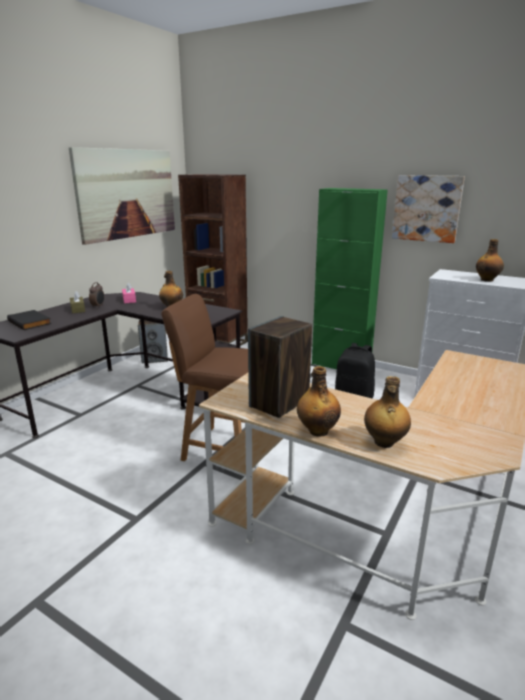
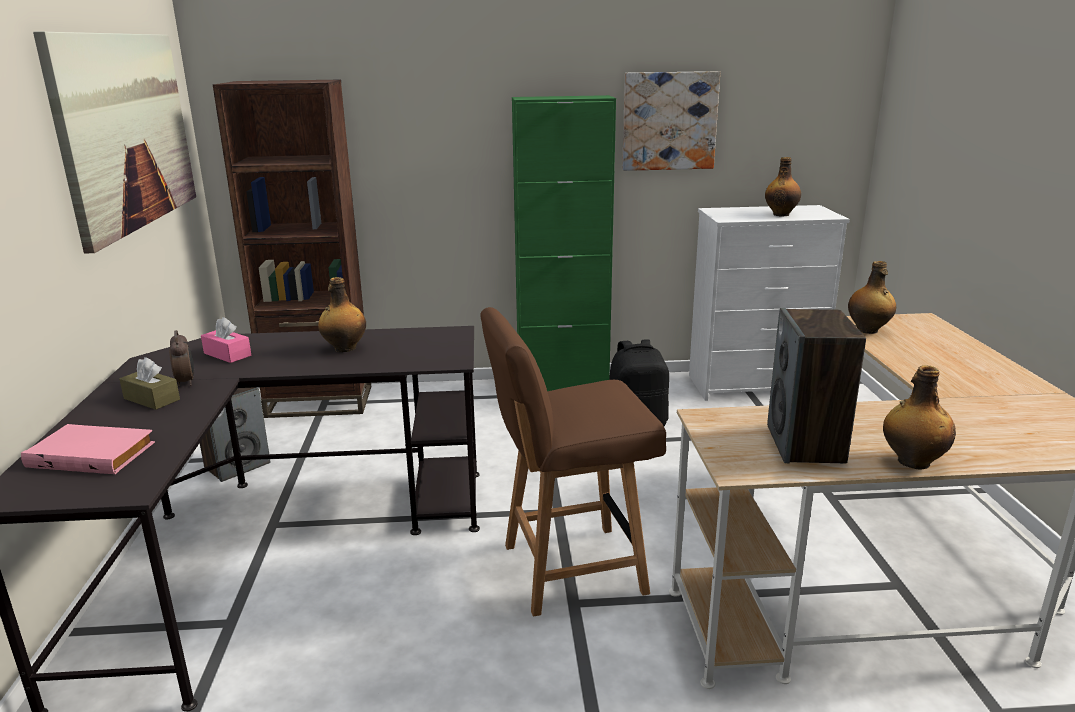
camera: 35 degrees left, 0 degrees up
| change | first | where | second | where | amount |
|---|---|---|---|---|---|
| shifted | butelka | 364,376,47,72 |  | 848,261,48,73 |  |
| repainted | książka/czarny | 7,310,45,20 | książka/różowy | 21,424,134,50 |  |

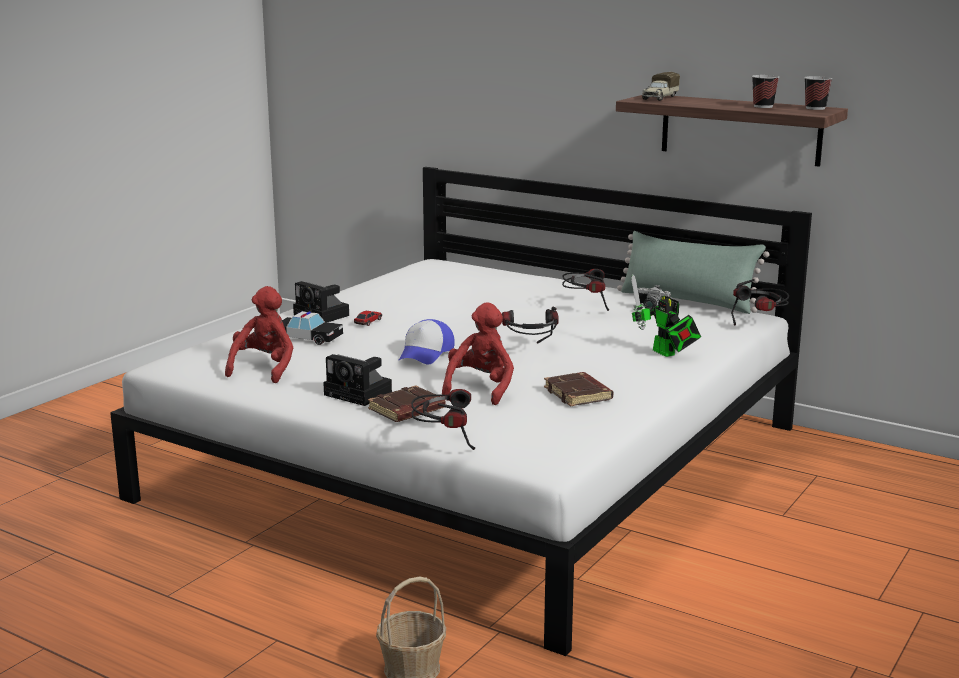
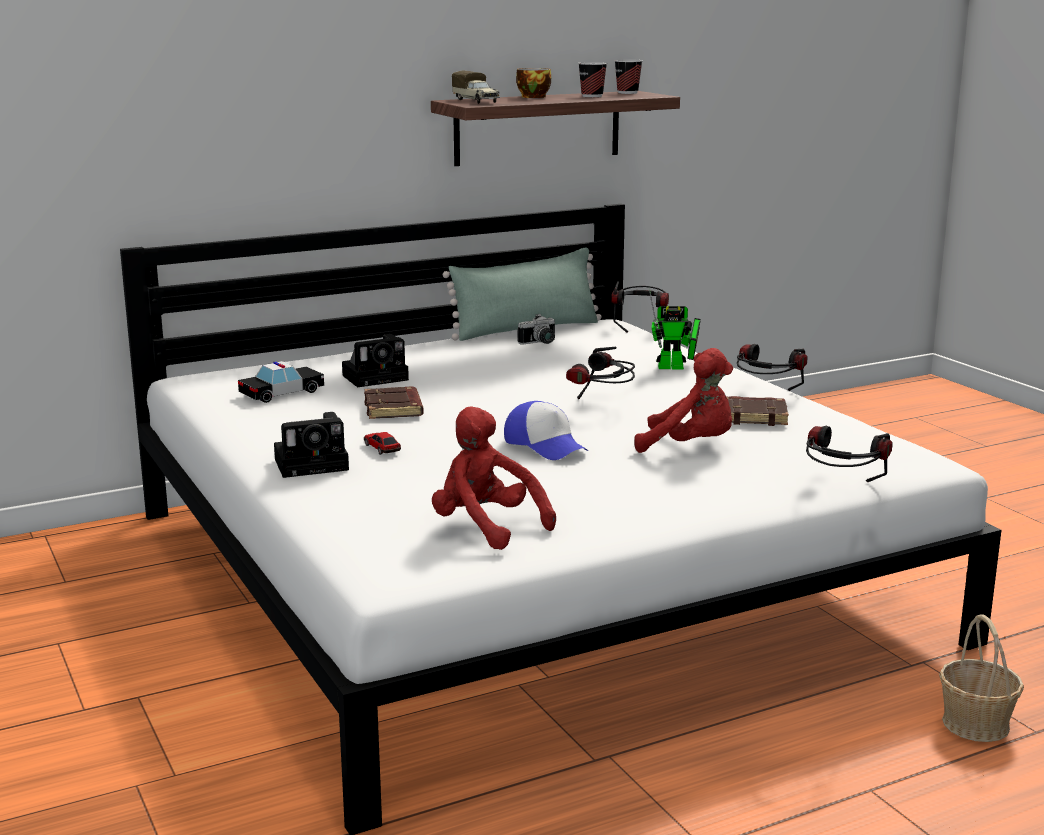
camera: 60 degrees left, 0 degrees up
| change | first | where | second | where | amount |
|---|---|---|---|---|---|
| new |  |  | filiżanka | 516,68,35,30 |  |
| shifted | samochodzik | 282,311,61,34 |  | 238,361,86,42 |  |
| shifted | aparat fotograficzny | 323,354,69,52 |  | 342,334,67,54 |  |
| shifted | książka/brązowy | 368,385,77,37 |  | 364,386,60,33 |  |
| shifted | słuchawki | 562,269,47,42 |  | 737,344,70,47 |  |
| rotated | pluszak/czerwony | 442,302,72,103 |  | 634,348,99,105 | 150 degrees clockwise |

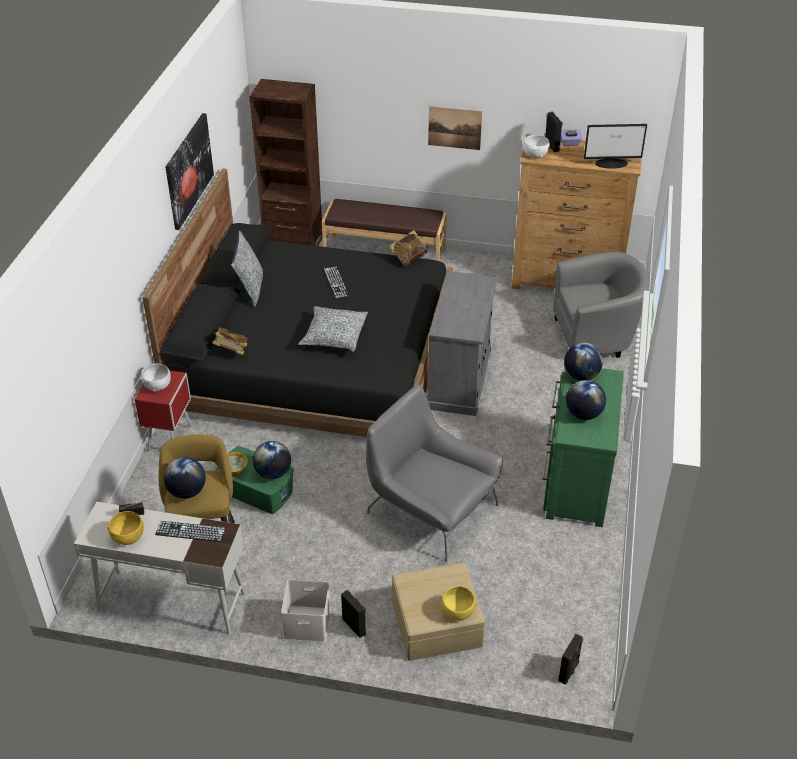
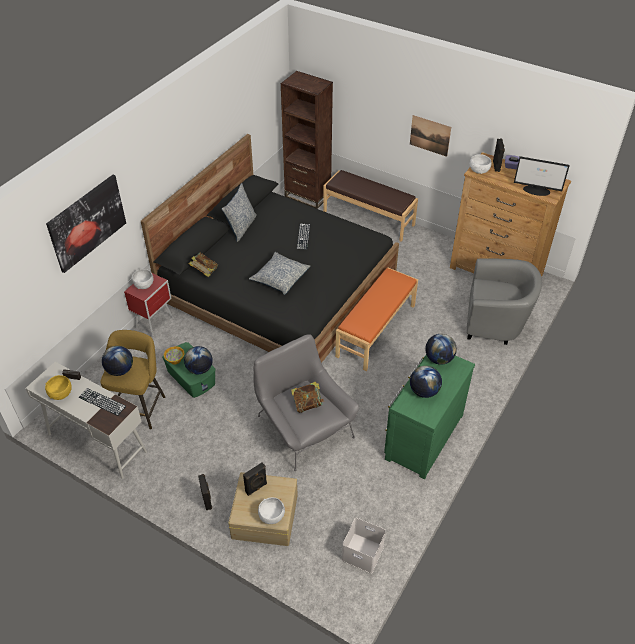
camera: 20 degrees right, 5 degrees up
| change | first | where | second | where | amount |
|---|---|---|---|---|---|
| shifted | obraz | 165,113,49,117 |  | 46,175,80,98 |  |
| shifted | pojemnik do przechowywania/biały | 281,579,50,63 |  | 342,518,44,55 |  |
| shifted | książka | 390,230,38,37 |  | 291,382,33,31 |  |
| shifted | głośnik/czarny | 558,634,25,51 |  | 243,463,24,33 |  |
| swapped | szafka/szary | 428,271,70,145 | ławka/pomarańczowy | 335,267,83,104 |  |
| repainted | miska/żółty | 441,586,35,35 | miska/biały | 258,497,27,27 |  |

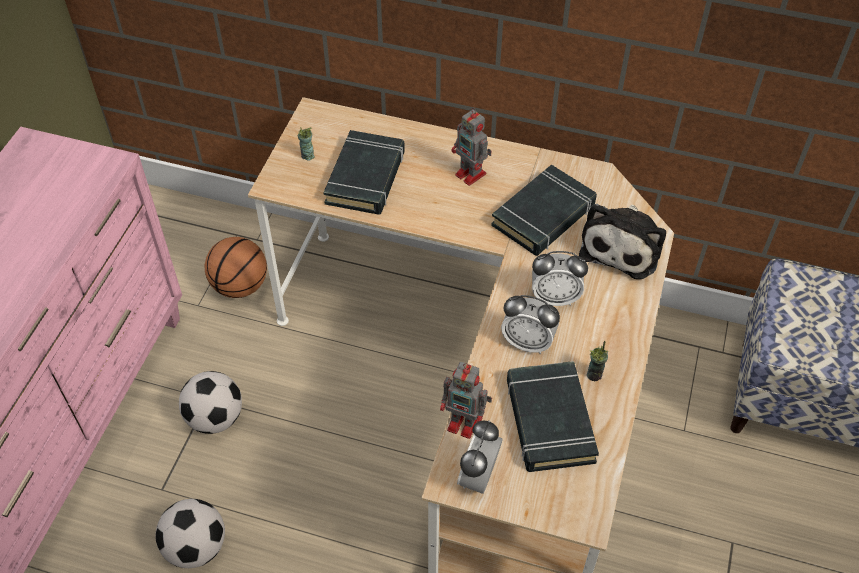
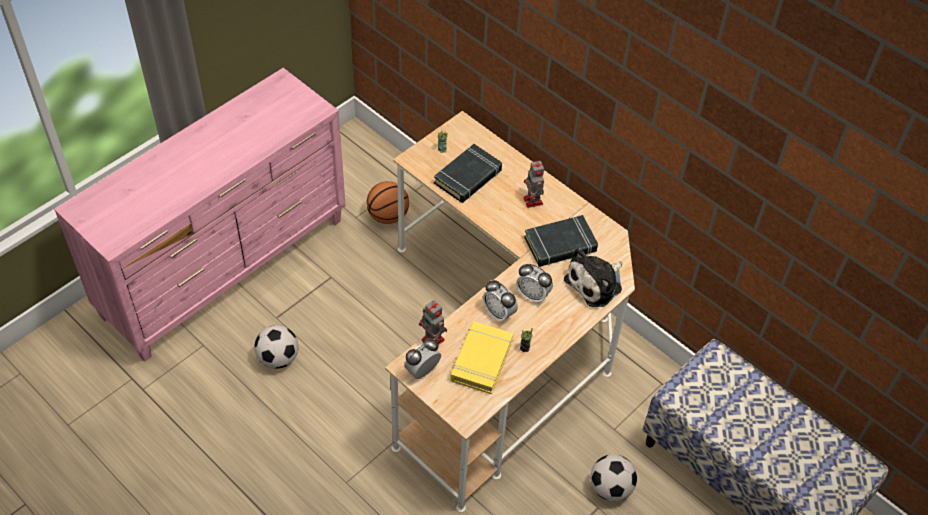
camera: 25 degrees right, 0 degrees up
| change | first | where | second | where | amount |
|---|---|---|---|---|---|
| shifted | piłka futbolowa | 179,371,63,63 |  | 590,454,47,47 |  |
| repainted | książka/czarny | 507,361,92,111 | książka/żółty | 450,322,64,72 |  |

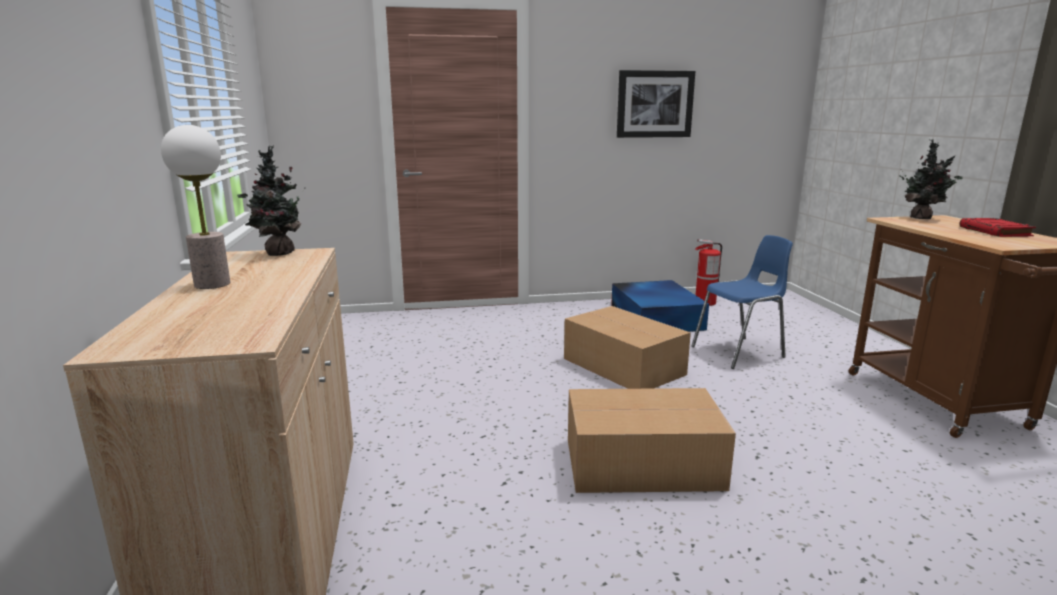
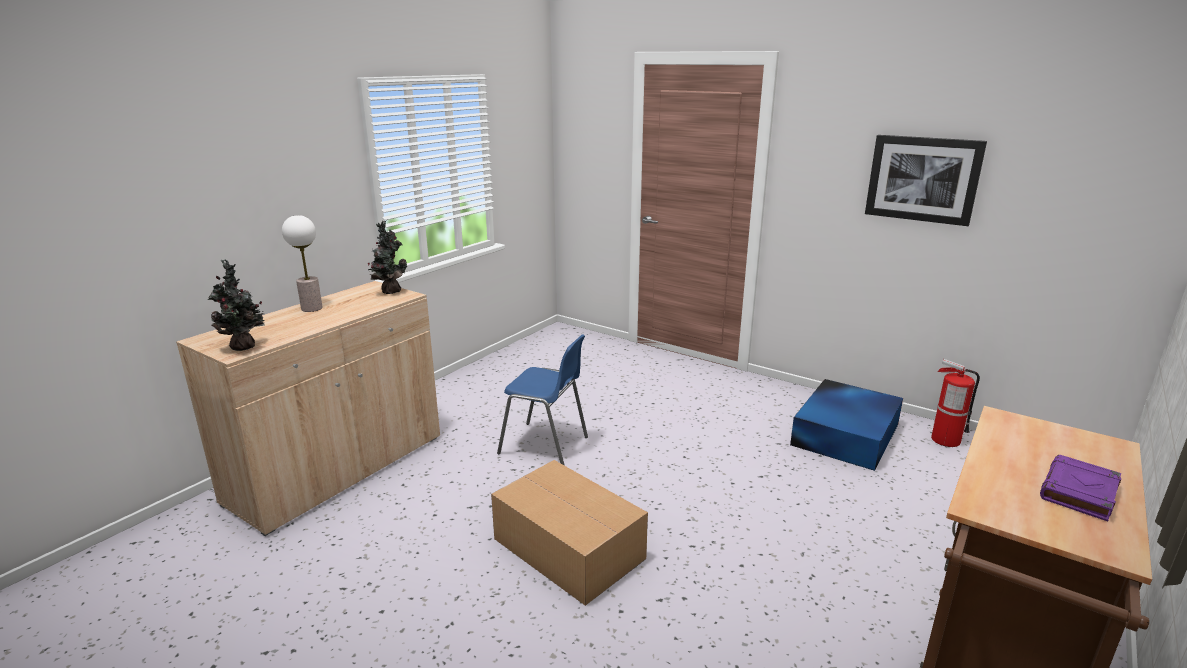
camera: 45 degrees right, 5 degrees up
| change | first | where | second | where | amount |
|---|---|---|---|---|---|
| gone | karton | 564,306,127,83 |  |  |  |
| shifted | krzesło/niebieski | 692,235,101,134 |  | 497,334,91,132 |  |
| shifted | roślina doniczkowa | 899,139,64,80 |  | 208,259,56,92 |  |
| repainted | książka/czerwony | 959,218,77,19 | książka/fioletowy | 1040,454,81,67 |  |

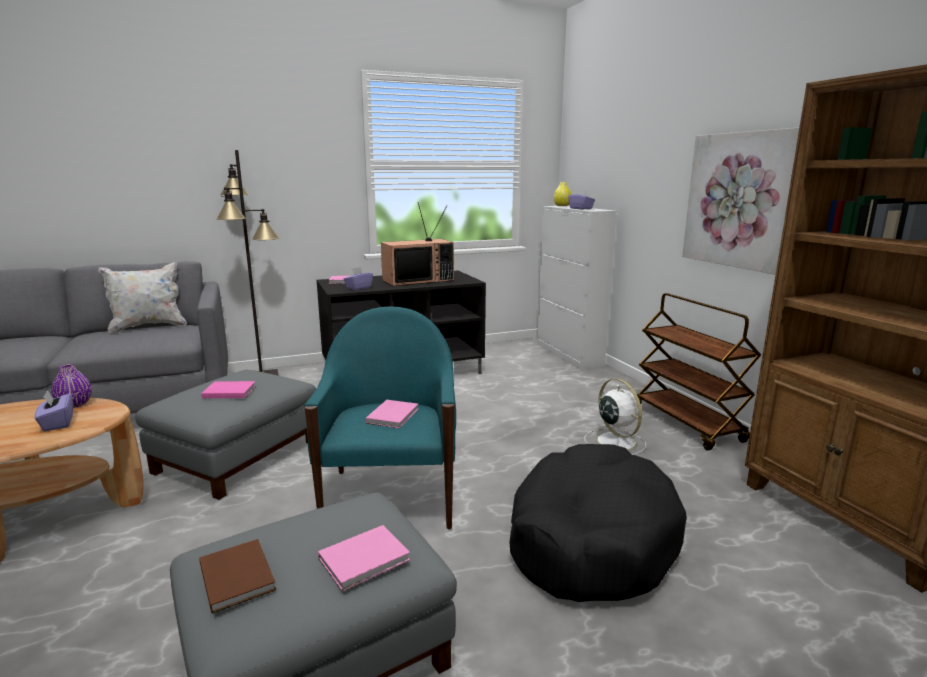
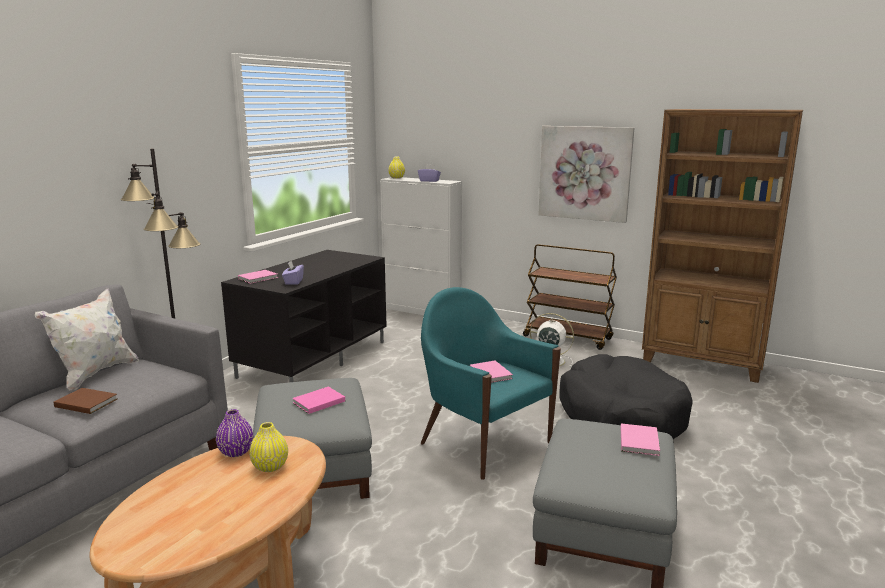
camera: 40 degrees left, 0 degrees up
| change | first | where | second | where | amount |
|---|---|---|---|---|---|
| gone | telewizor | 381,202,73,84 |  |  |  |
| shifted | książka/brązowy | 199,539,77,74 |  | 54,388,64,26 |  |
| swapped | pudełko chusteczek/fioletowy | 35,390,38,41 | wazon/żółty | 249,422,39,50 |  |

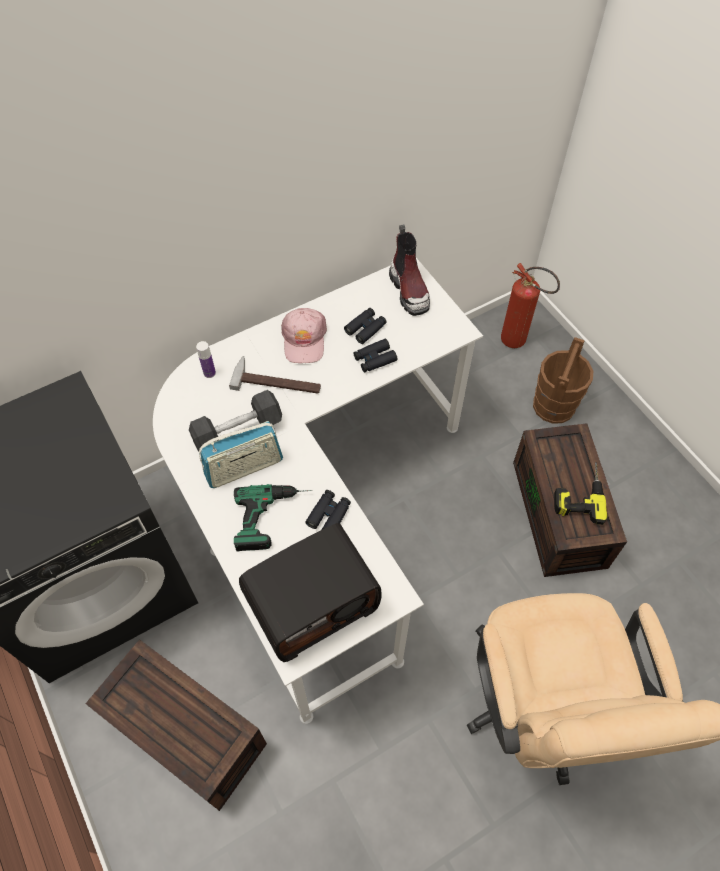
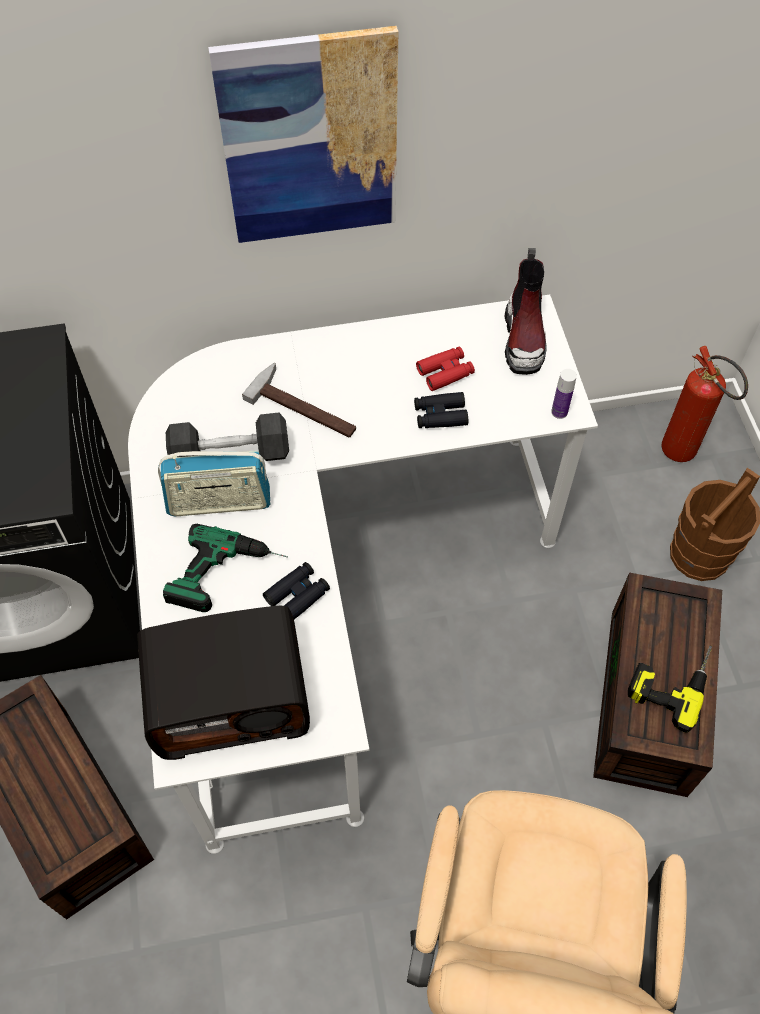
camera: 20 degrees right, 0 degrees up
| change | first | where | second | where | amount |
|---|---|---|---|---|---|
| gone | czapka z daszkiem/różowy | 281,308,46,55 |  |  |  |
| new |  |  | obraz | 208,26,190,217 |  |
| shifted | butelka | 196,341,20,37 |  | 551,369,26,50 |  |
| repainted | lornetka/czarny | 344,308,43,36 | lornetka/czerwony | 416,347,59,44 |  |

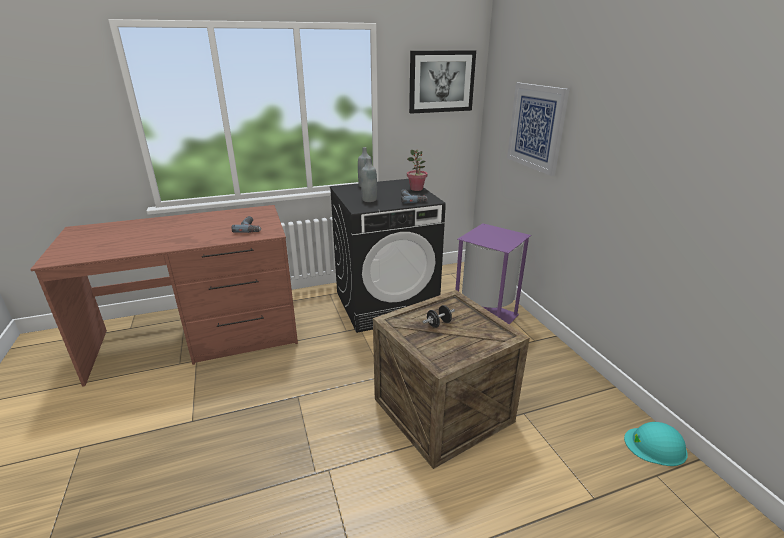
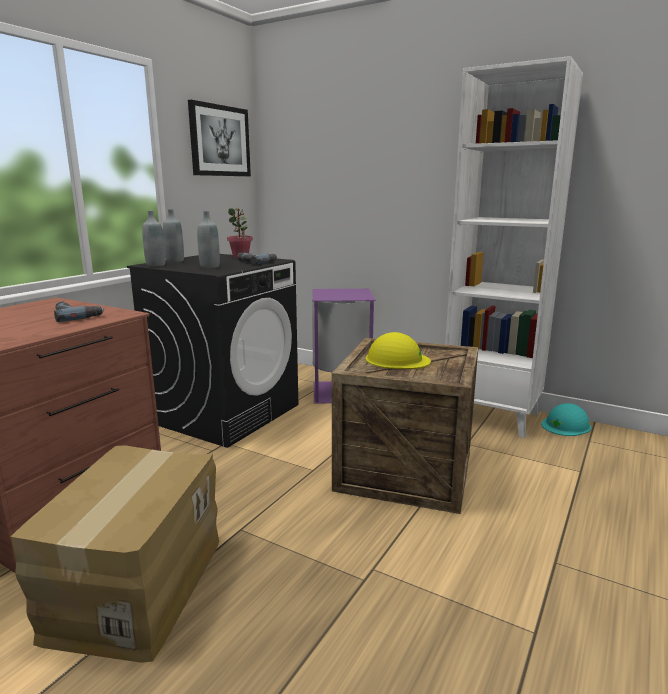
camera: 40 degrees left, 10 degrees down
| change | first | where | second | where | amount |
|---|---|---|---|---|---|
| gone | obraz | 507,83,62,93 |  |  |  |
| new |  |  | karton | 11,445,208,218 |  |
| new |  |  | butelka/szary | 142,210,23,57 |  |
| new |  |  | regał/biały | 445,56,138,382 |  |
| swapped | hantel/czarny | 423,305,32,23 | kask/żółty | 366,332,65,37 |  |

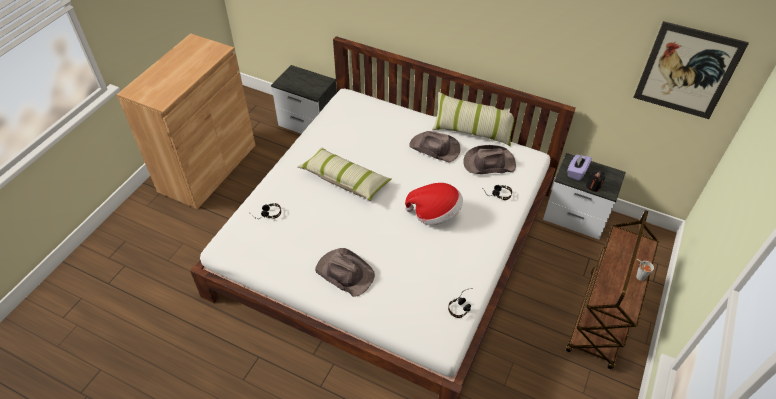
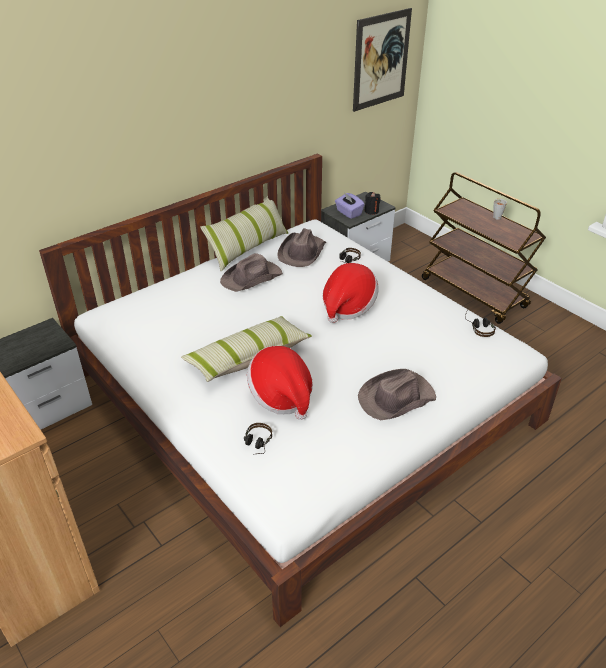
camera: 65 degrees left, 10 degrees down
| change | first | where | second | where | amount |
|---|---|---|---|---|---|
| new |  |  | kapelusz | 247,346,66,74 |  |

